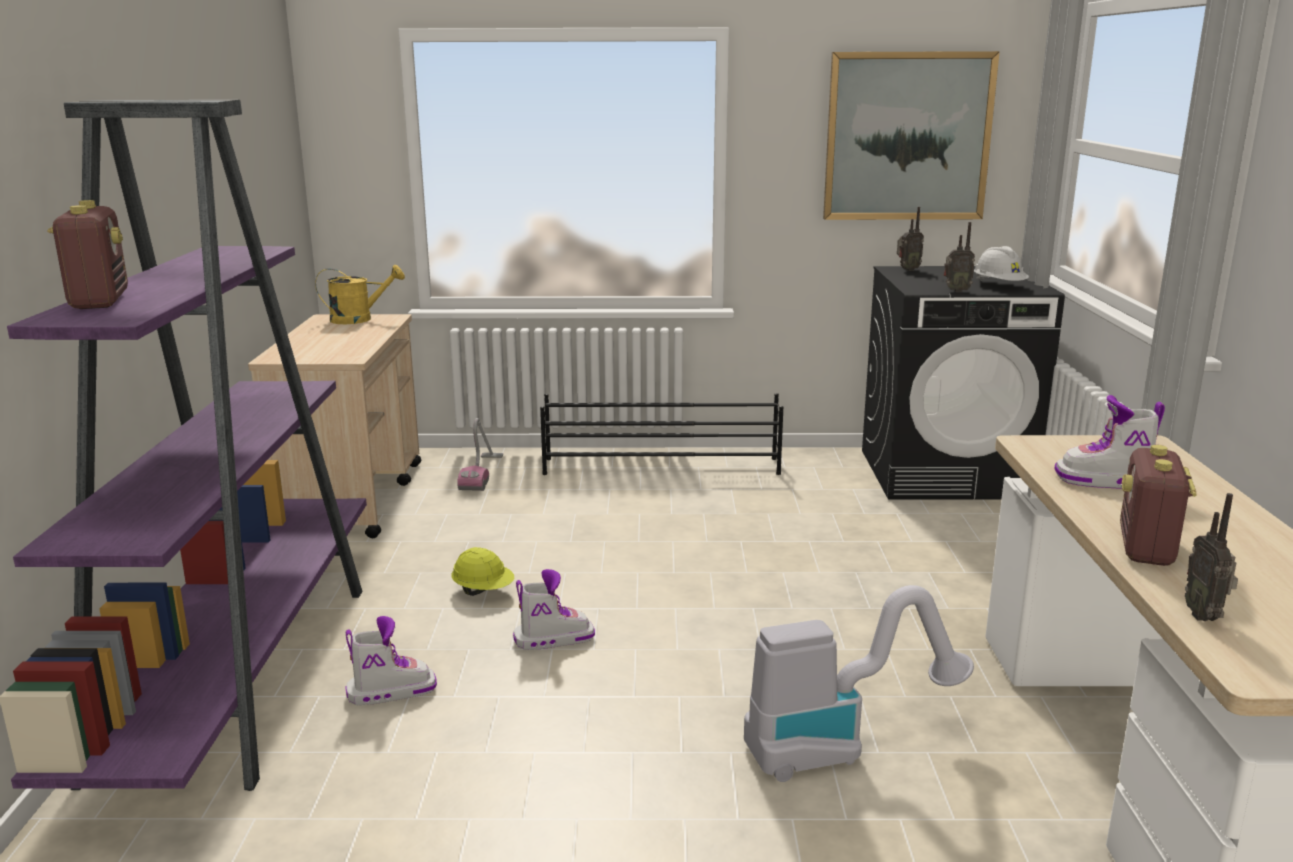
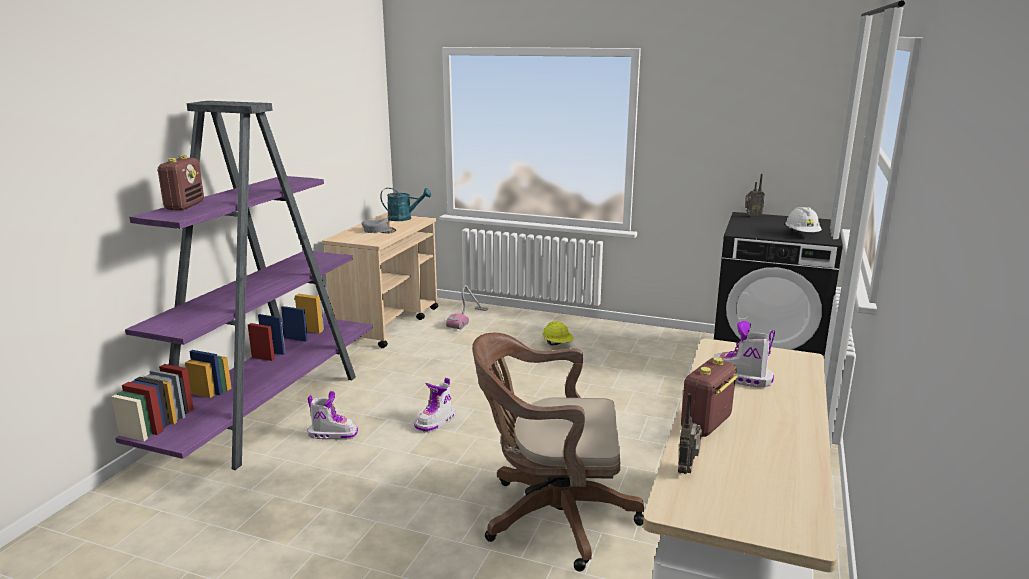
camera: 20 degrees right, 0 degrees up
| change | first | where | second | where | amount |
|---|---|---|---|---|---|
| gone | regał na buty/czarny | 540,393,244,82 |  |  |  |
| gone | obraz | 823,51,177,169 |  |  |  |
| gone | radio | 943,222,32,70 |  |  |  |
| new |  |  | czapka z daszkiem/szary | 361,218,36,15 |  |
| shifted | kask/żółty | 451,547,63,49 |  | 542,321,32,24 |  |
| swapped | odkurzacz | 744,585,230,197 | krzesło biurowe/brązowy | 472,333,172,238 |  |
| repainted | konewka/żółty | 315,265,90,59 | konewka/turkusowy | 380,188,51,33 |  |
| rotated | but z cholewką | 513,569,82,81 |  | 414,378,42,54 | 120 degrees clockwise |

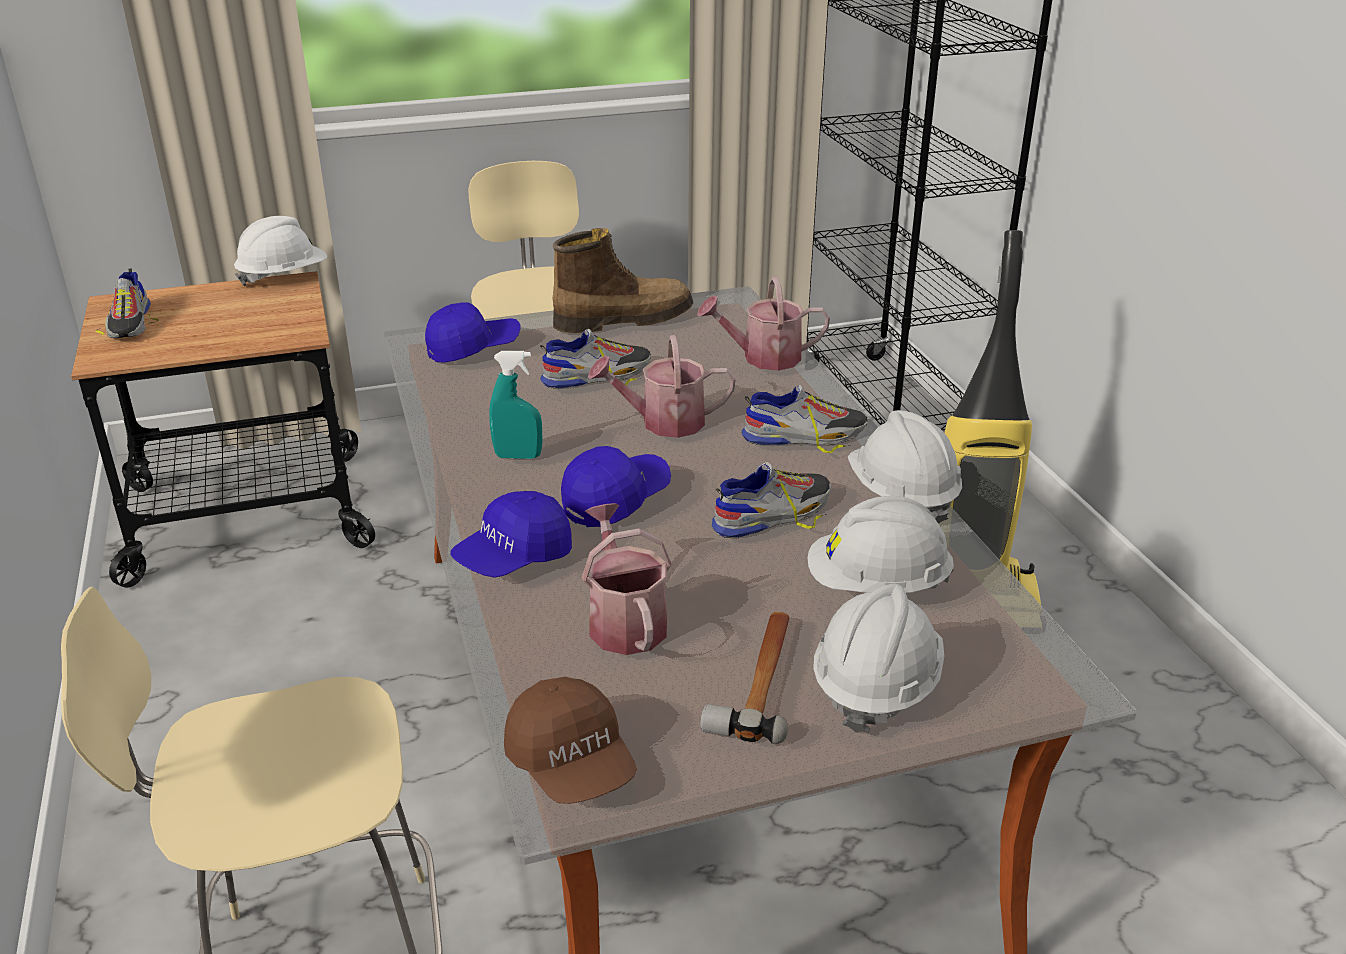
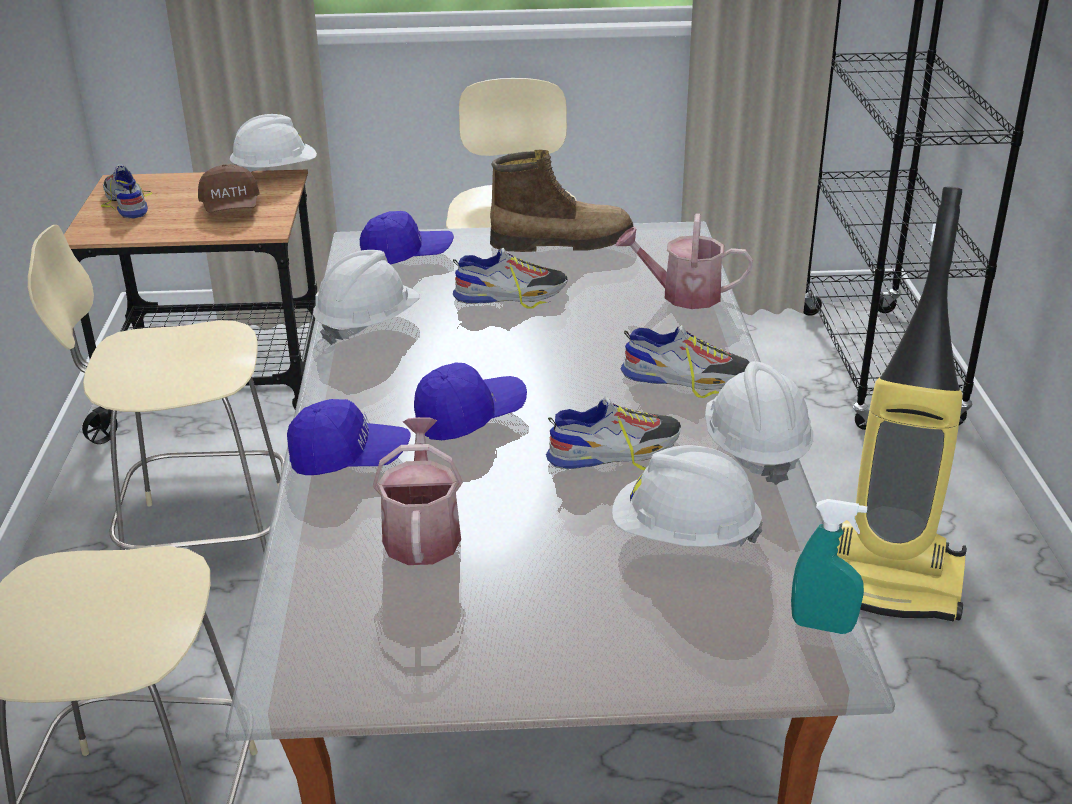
camera: 15 degrees right, 0 degrees up
| change | first | where | second | where | amount |
|---|---|---|---|---|---|
| gone | konewka | 588,335,147,103 |  |  |  |
| gone | młotek | 700,612,89,132 |  |  |  |
| new |  |  | krzesło/beżowy | 28,225,257,327 |  |
| shifted | spryskiwacz/turkusowy | 489,351,54,108 |  | 791,499,76,135 |  |
| shifted | czapka z daszkiem/brązowy | 504,677,133,127 |  | 198,164,61,49 |  |
| shifted | kask/biały | 813,584,131,149 |  | 313,250,107,95 |  |
| rotated | but | 96,269,63,69 |  | 101,165,51,54 | 150 degrees clockwise |
| rotated | czapka z daszkiem/niebieski | 450,491,122,87 |  | 287,399,123,76 | 150 degrees counterclockwise |

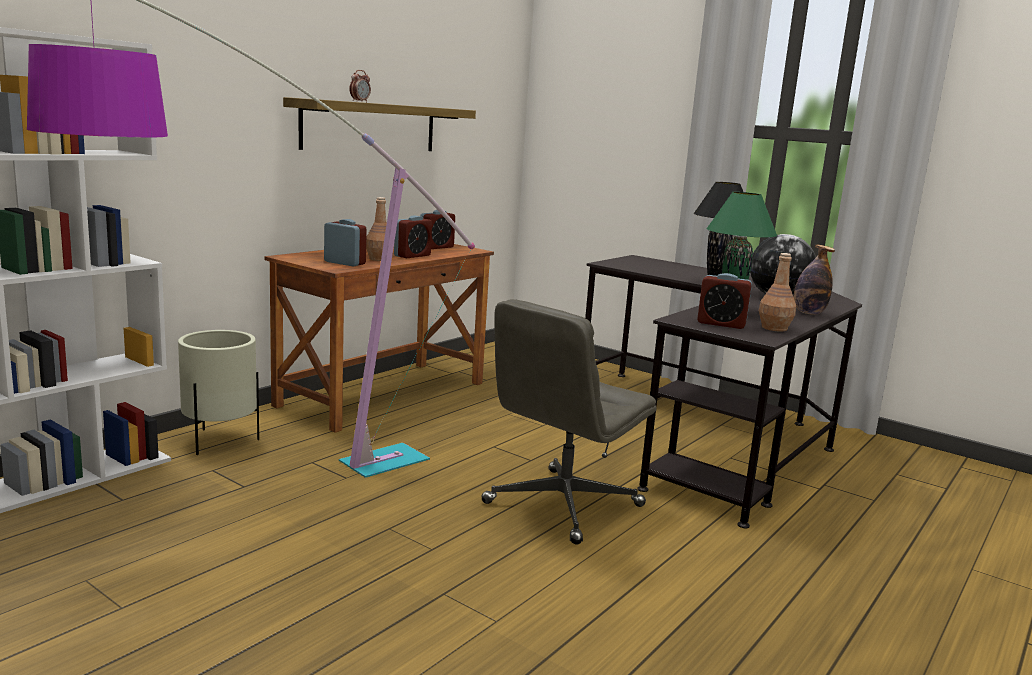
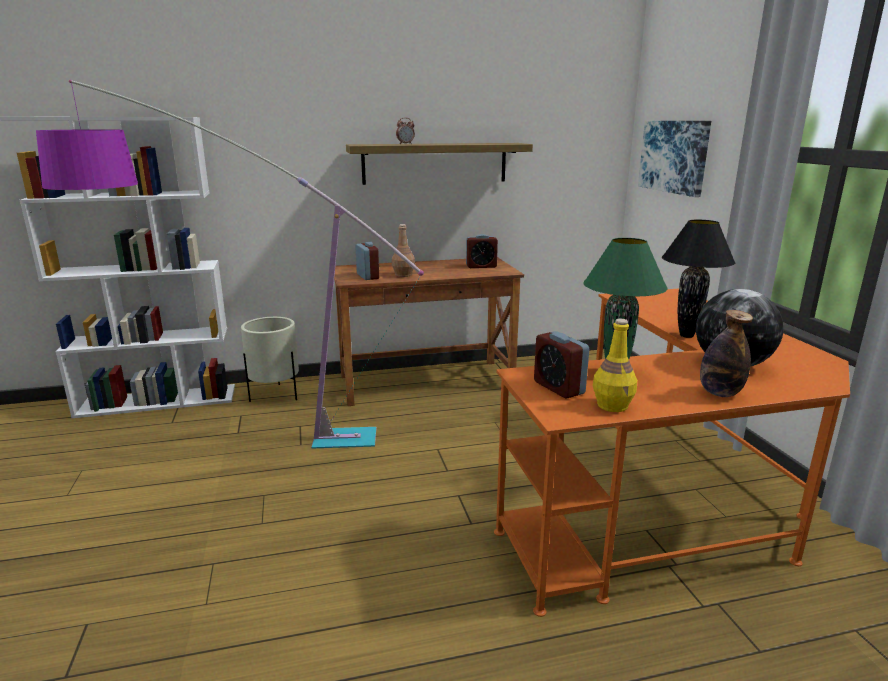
camera: 40 degrees right, 5 degrees up
| change | first | where | second | where | amount |
|---|---|---|---|---|---|
| gone | budzik | 394,215,38,44 |  |  |  |
| gone | krzesło biurowe/szary | 481,299,175,246 |  |  |  |
| new |  |  | obraz | 638,121,73,76 |  |
| repainted | biurko/czarny | 585,255,277,273 | biurko/pomarańczowy | 494,288,356,329 |  |
| repainted | butelka/brązowy | 759,253,37,79 | butelka/żółty | 593,319,44,93 |  |

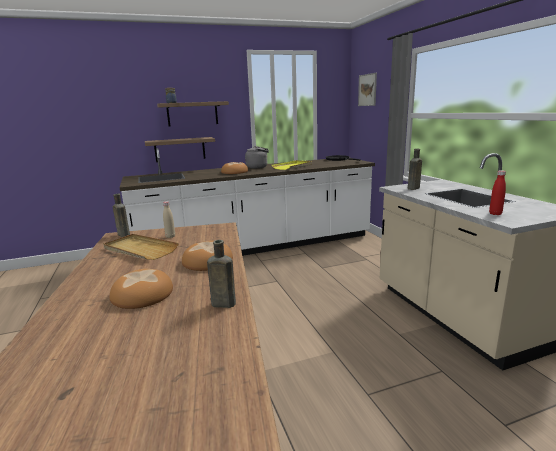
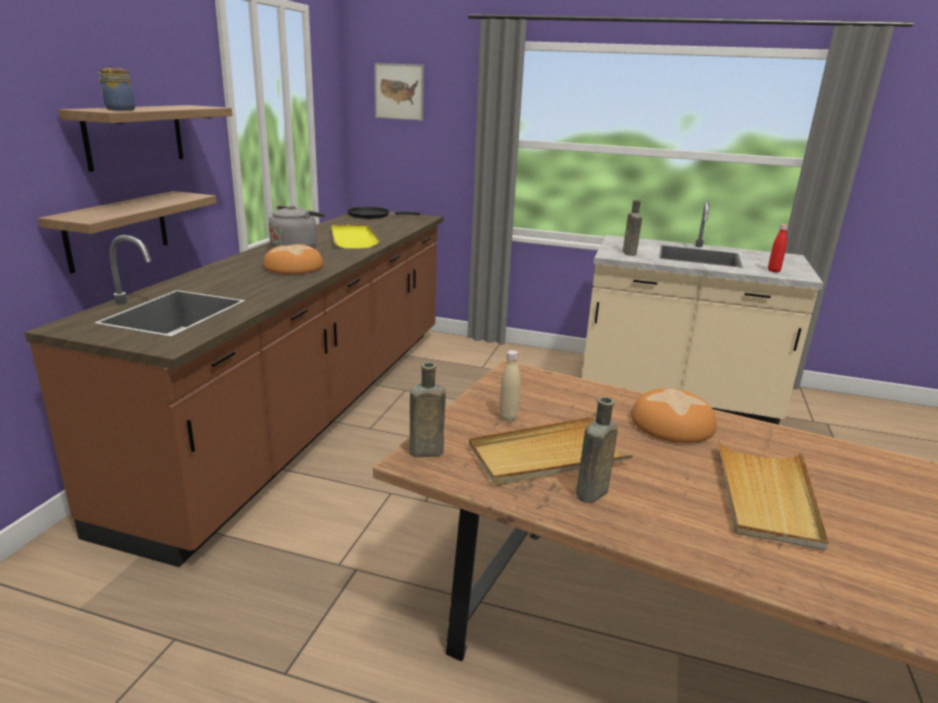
camera: 55 degrees left, 5 degrees up
| change | first | where | second | where | amount |
|---|---|---|---|---|---|
| shifted | butelka/brązowy | 207,240,29,68 |  | 576,397,42,106 |  |
| swapped | chleb | 110,269,63,40 | taca/beżowy | 717,438,112,113 |  |
| repainted | zabudowa kuchenna/biały | 120,148,255,108 | zabudowa kuchenna/brązowy | 25,211,418,356 |  |

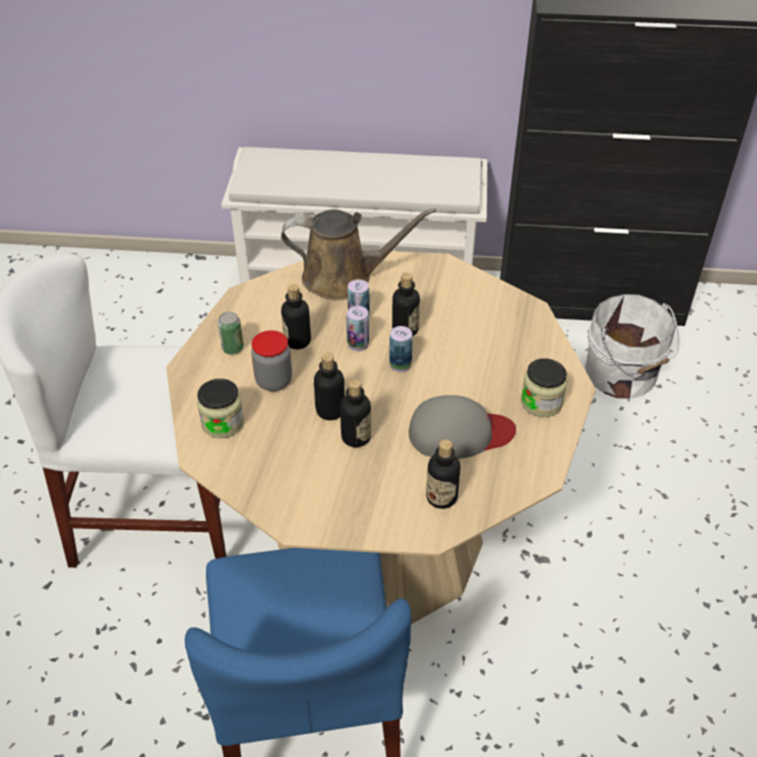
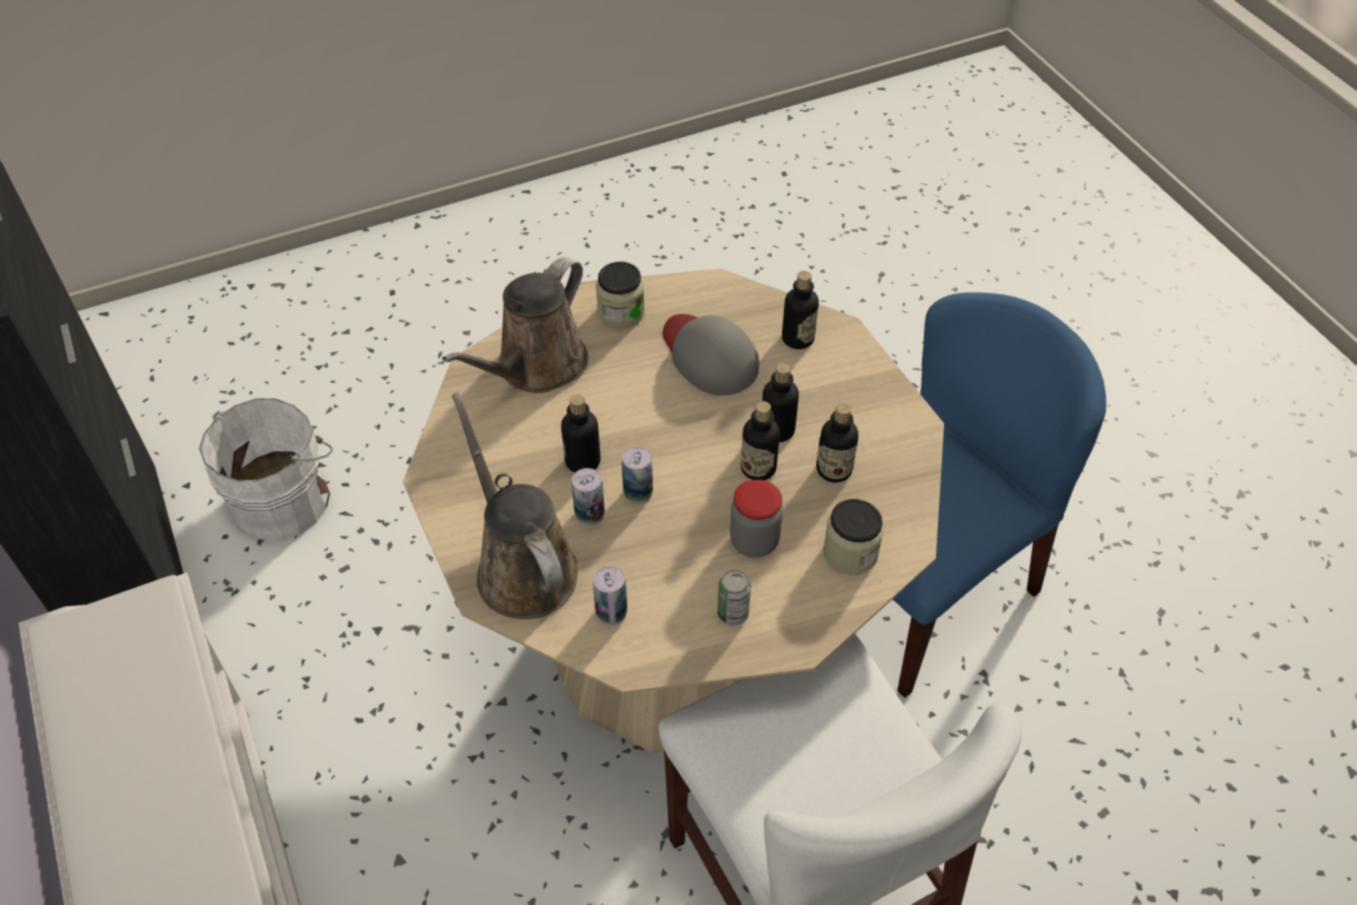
camera: 120 degrees left, 5 degrees up
| change | first | where | second | where | amount |
|---|---|---|---|---|---|
| new |  |  | konewka/brązowy | 442,257,146,136 |  |
| shifted | butelka | 281,284,30,65 |  | 816,403,43,80 |  |
| shifted | puszka | 389,326,24,46 |  | 593,566,34,60 |  |

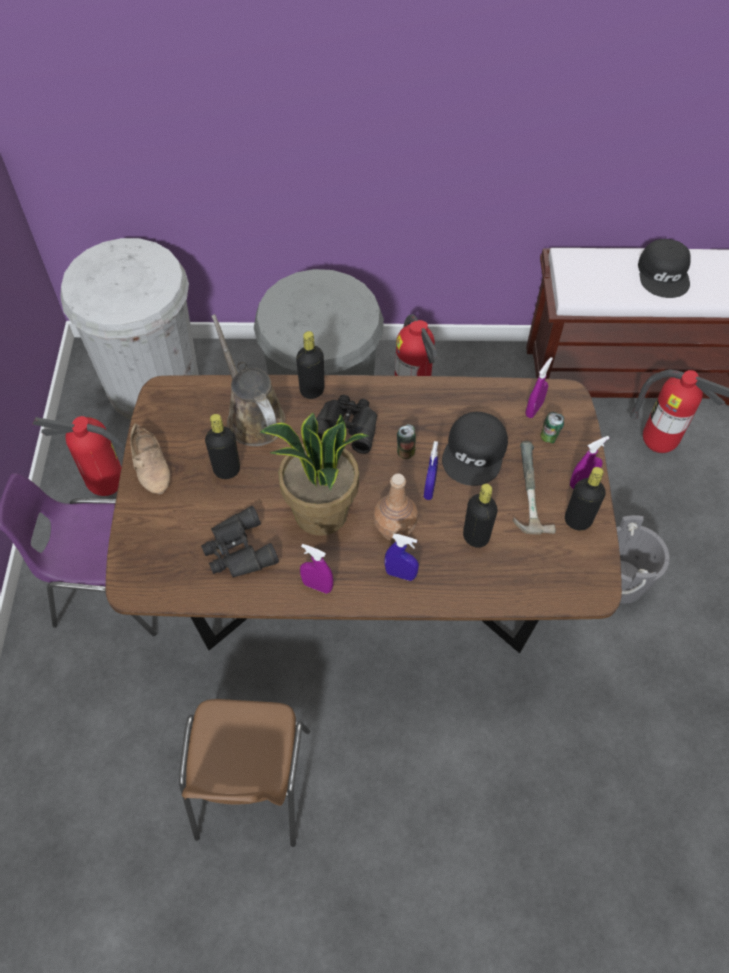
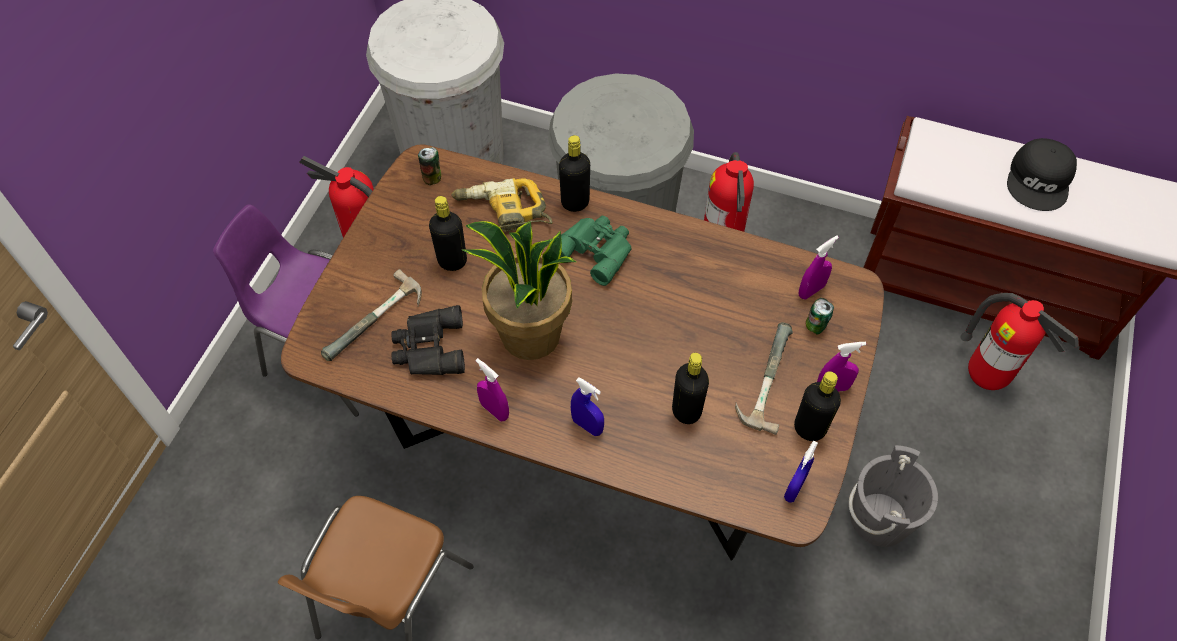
camera: 20 degrees right, 0 degrees up
| change | first | where | second | where | amount |
|---|---|---|---|---|---|
| gone | but/beżowy | 131,423,39,71 |  |  |  |
| gone | butelka/brązowy | 374,473,44,68 |  |  |  |
| gone | czapka z daszkiem/czarny | 442,412,66,74 |  |  |  |
| new |  |  | młotek | 321,269,101,92 |  |
| shifted | puszka | 397,424,19,35 |  | 418,147,23,38 |  |
| shifted | spryskiwacz/niebieski | 424,441,14,59 |  | 784,440,34,63 |  |
| swapped | konewka/brązowy | 211,314,74,132 | wiertarka | 451,178,102,54 |  |
| repainted | lornetka/czarny | 316,395,61,59 | lornetka/zielony | 560,216,72,70 |  |

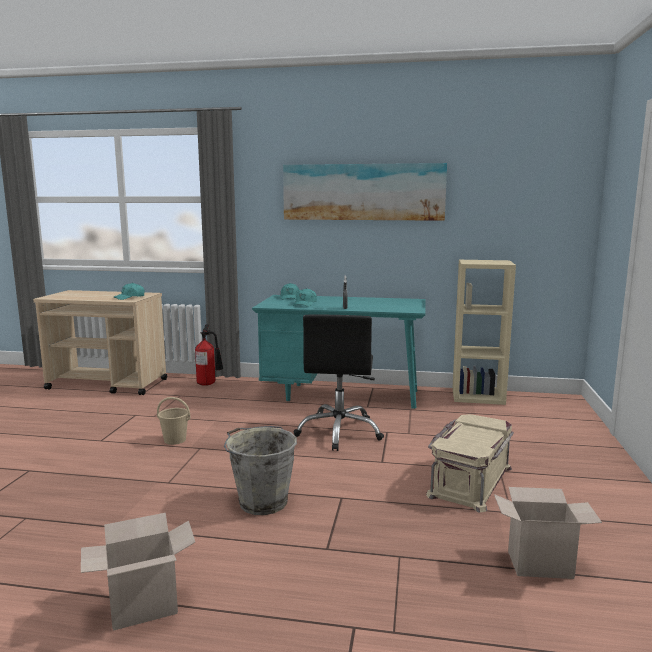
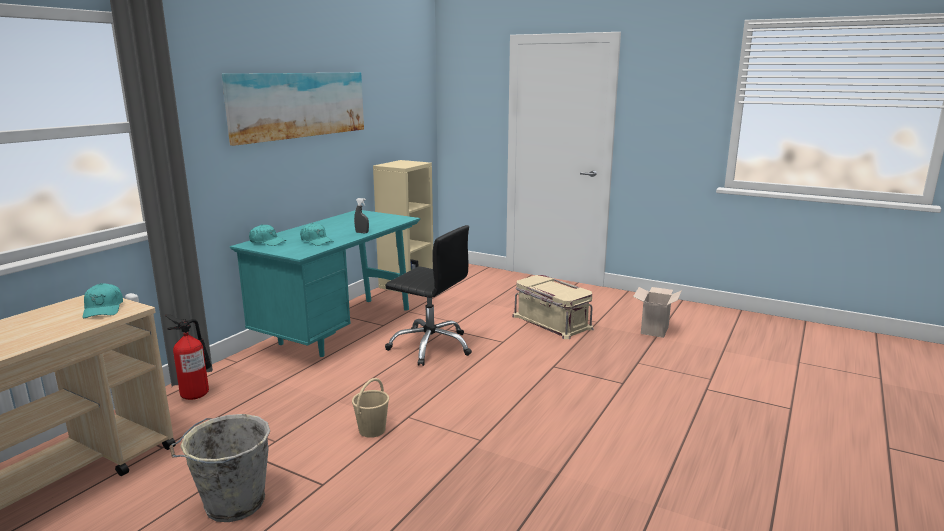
camera: 70 degrees left, 5 degrees up
| change | first | where | second | where | amount |
|---|---|---|---|---|---|
| gone | karton | 81,513,114,118 |  |  |  |
| shifted | wiadro/szary | 224,426,73,89 |  | 169,414,101,108 |  |

